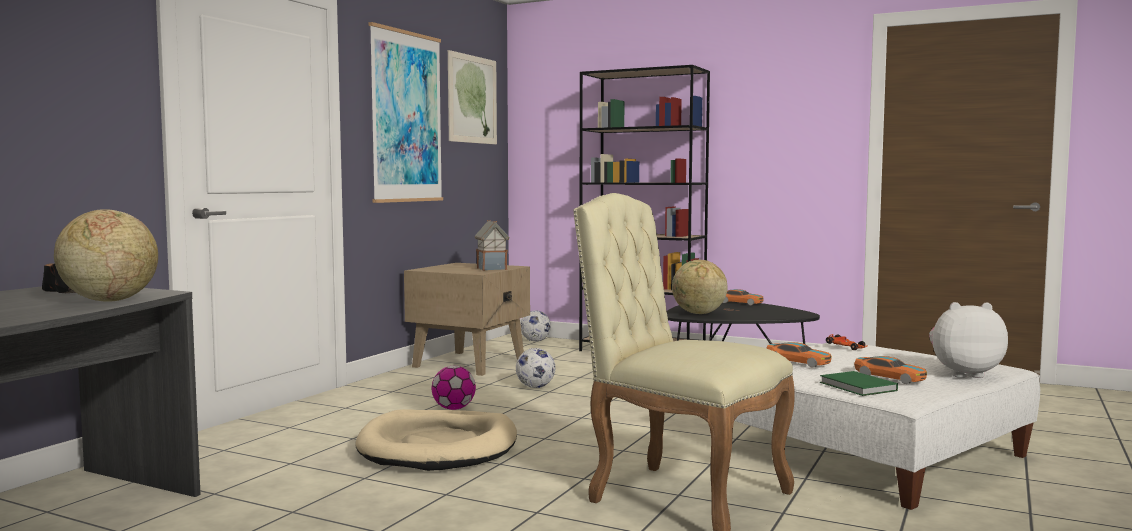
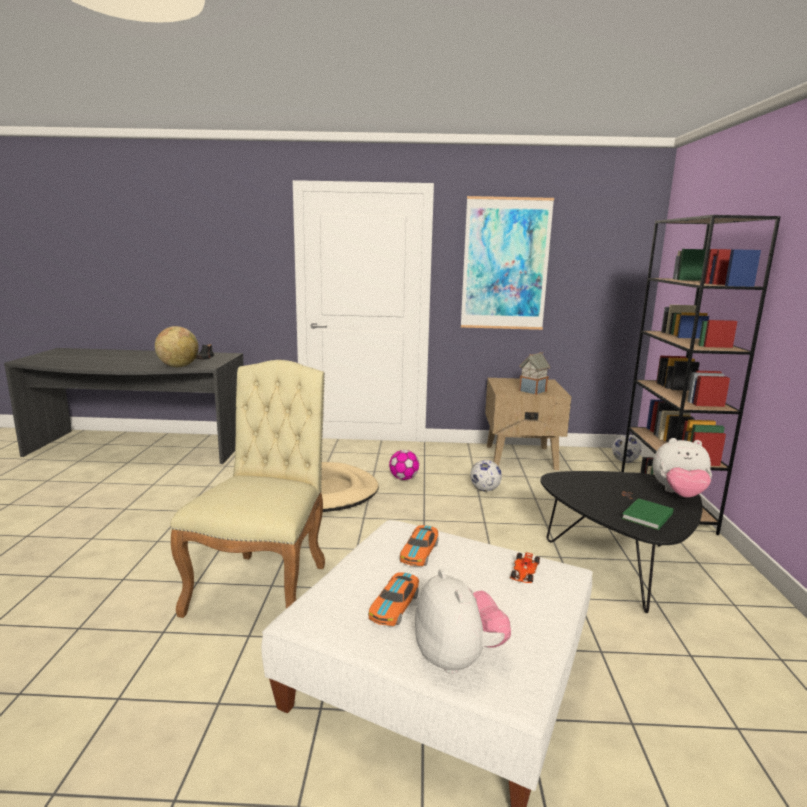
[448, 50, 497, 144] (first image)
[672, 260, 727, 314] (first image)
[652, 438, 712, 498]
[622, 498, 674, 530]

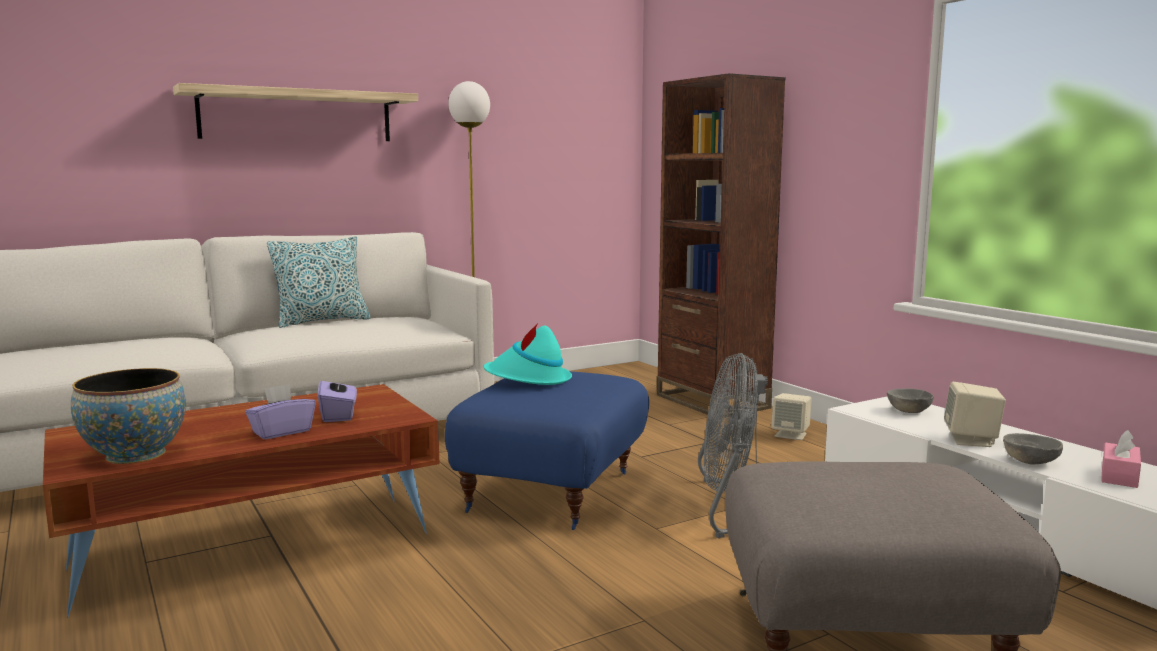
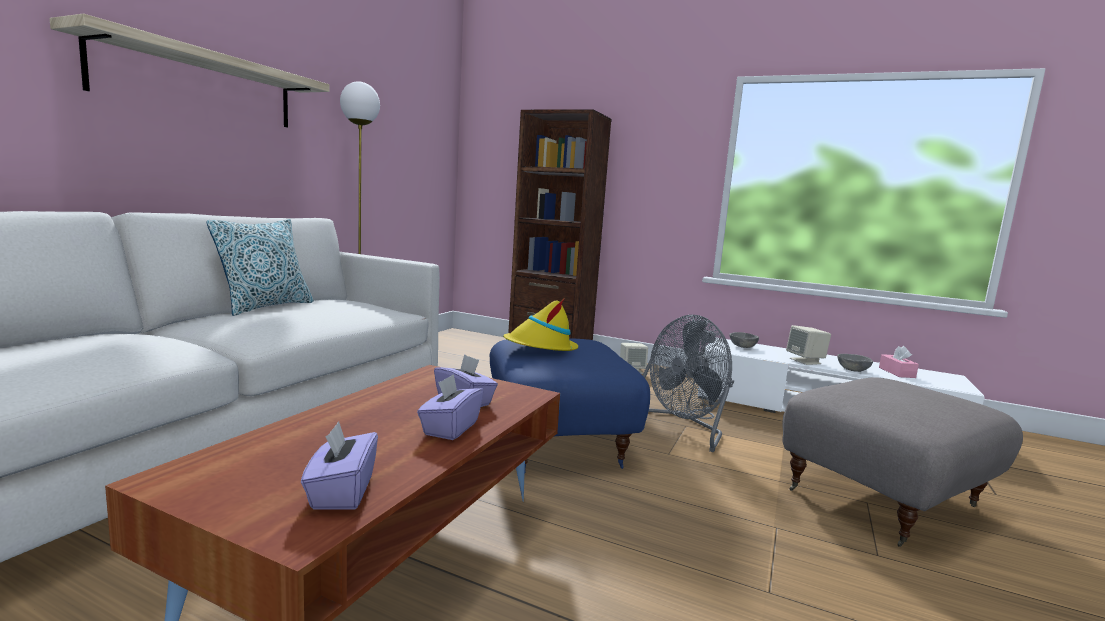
[503, 298, 578, 351]
[301, 421, 378, 510]

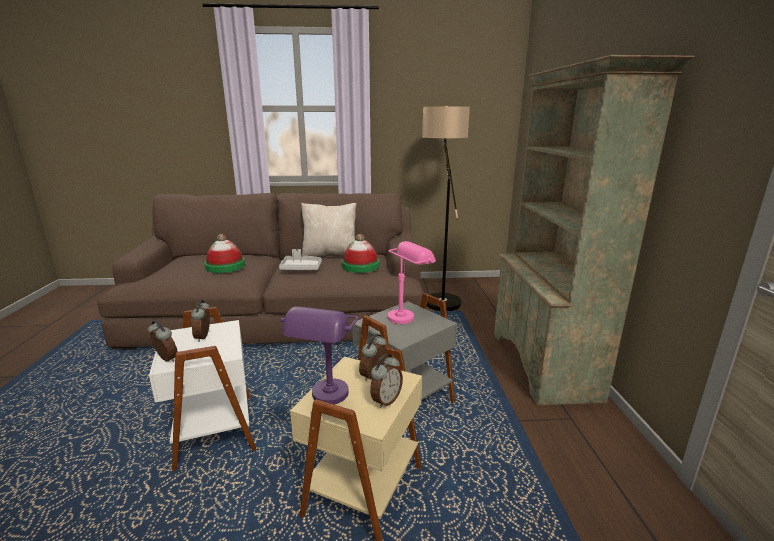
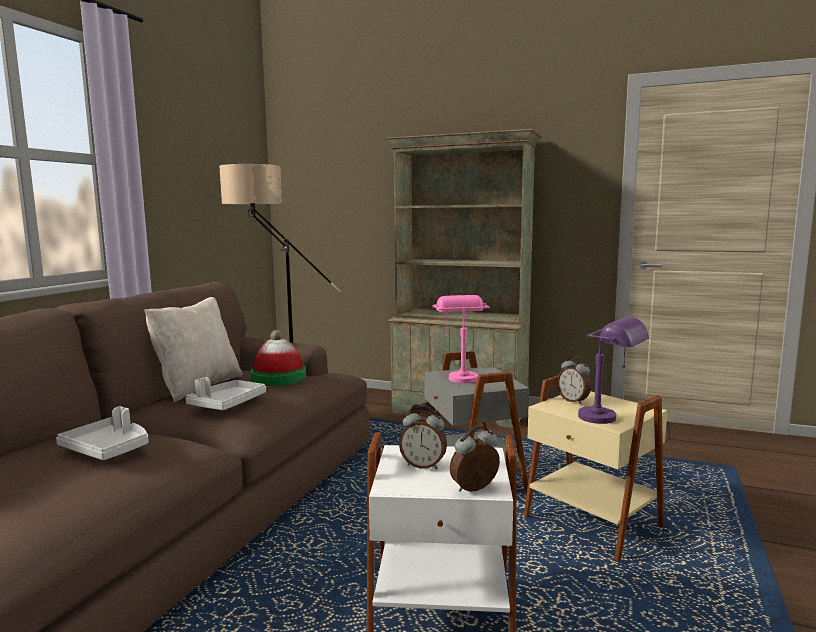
[56, 406, 149, 460]
[370, 354, 403, 408] (first image)

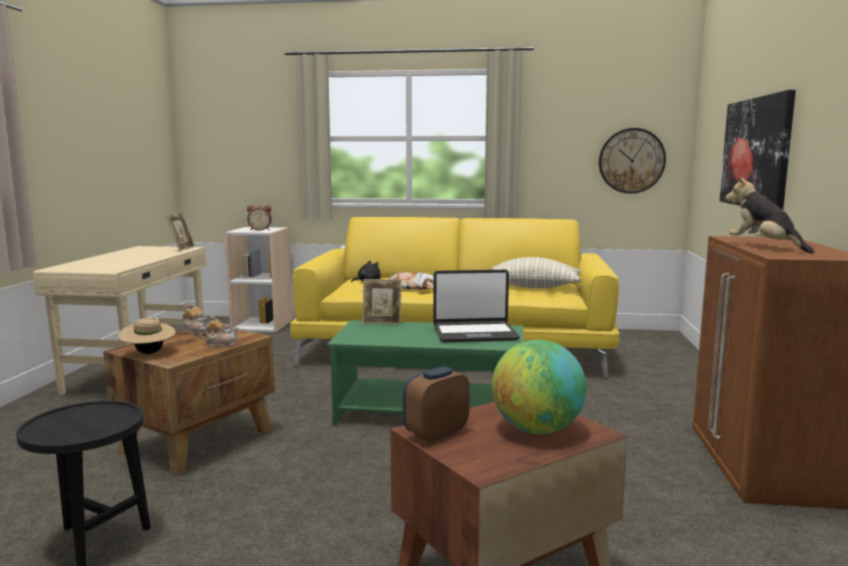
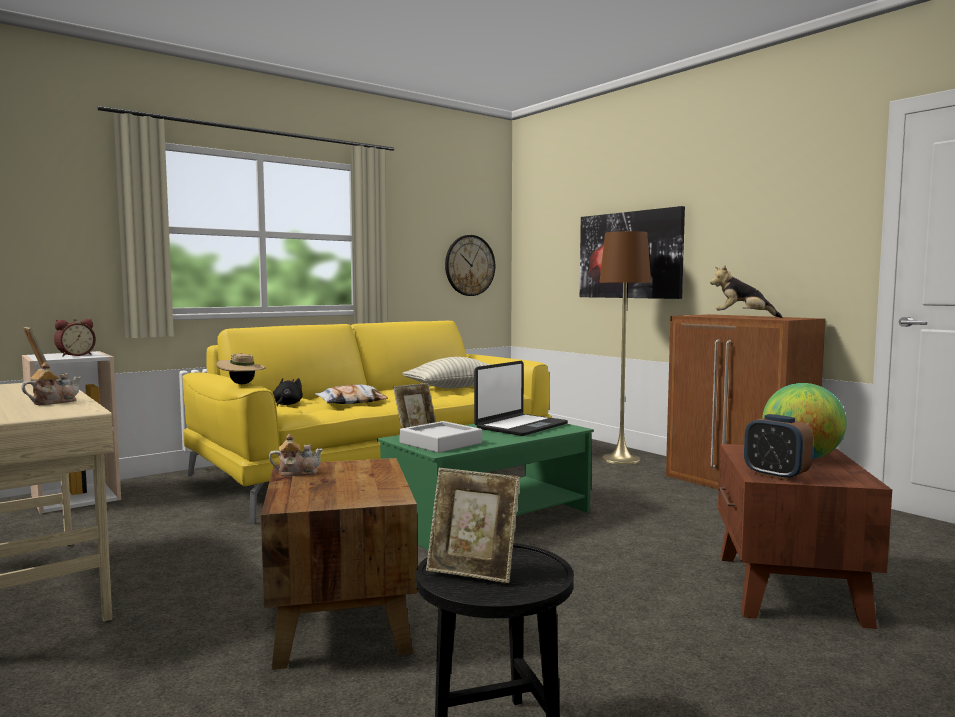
[21, 362, 82, 405]
[216, 353, 266, 384]
[744, 414, 813, 481]
[599, 231, 651, 465]
[399, 421, 482, 453]
[426, 468, 520, 583]

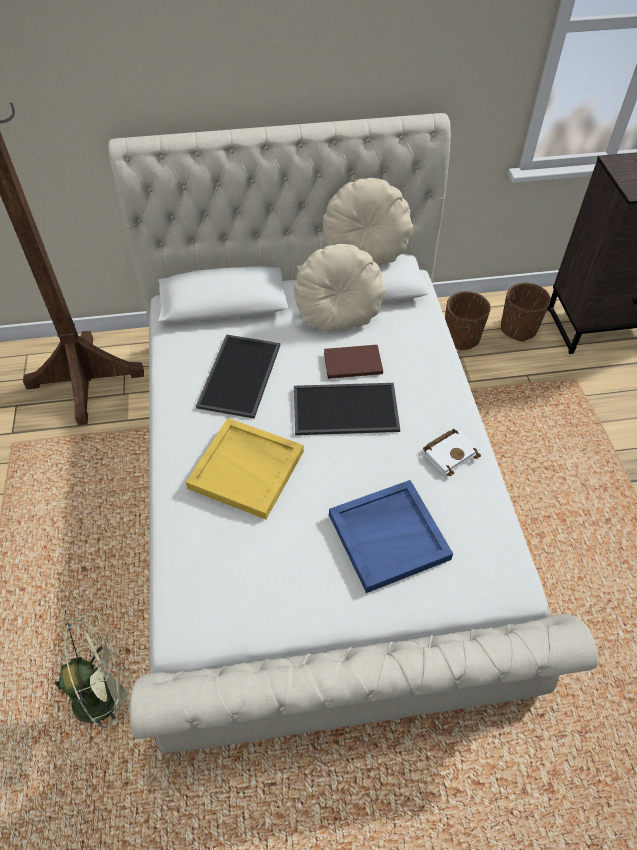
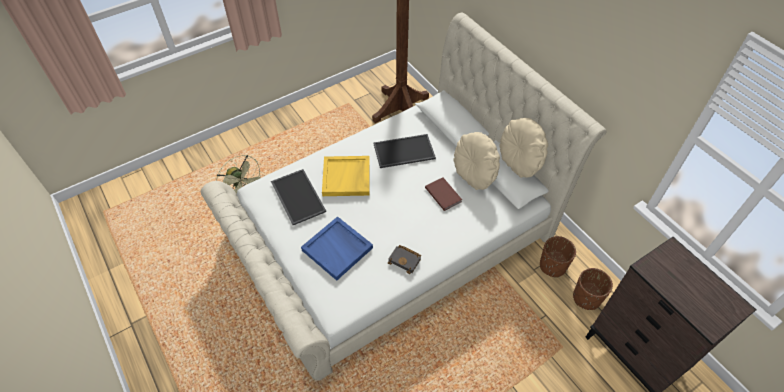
[271, 169, 326, 225]
[388, 245, 421, 274]

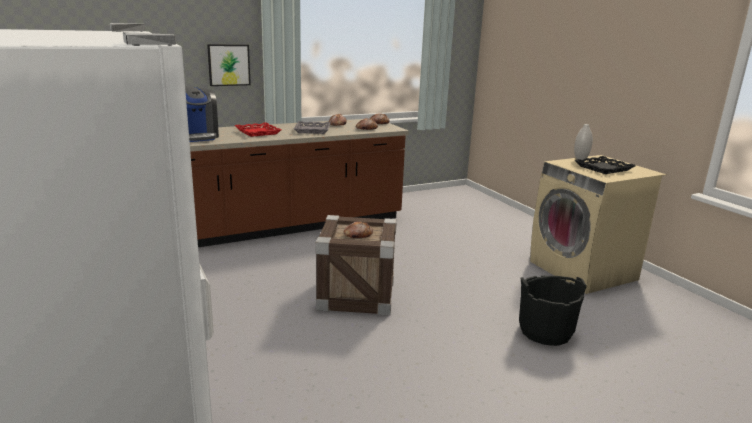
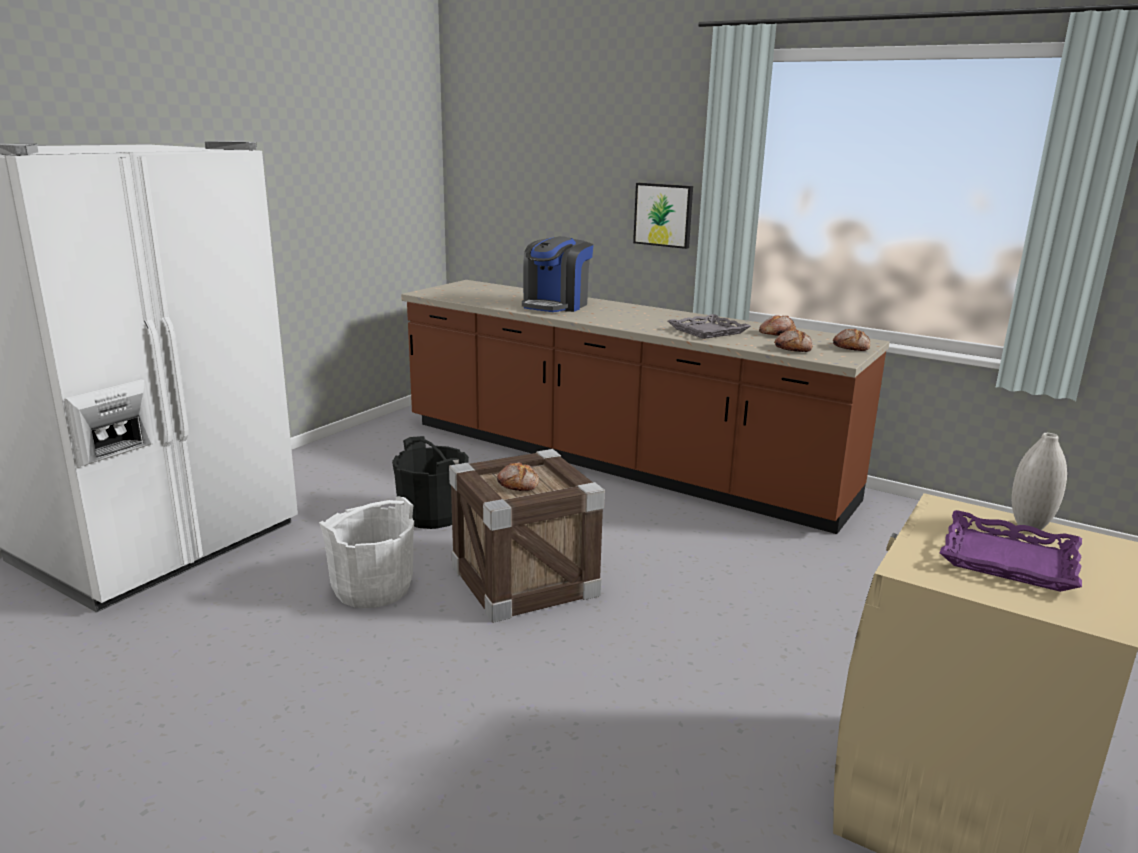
[235, 122, 281, 137] (first image)
[940, 510, 1082, 592]
[392, 436, 469, 529]
[319, 497, 414, 608]

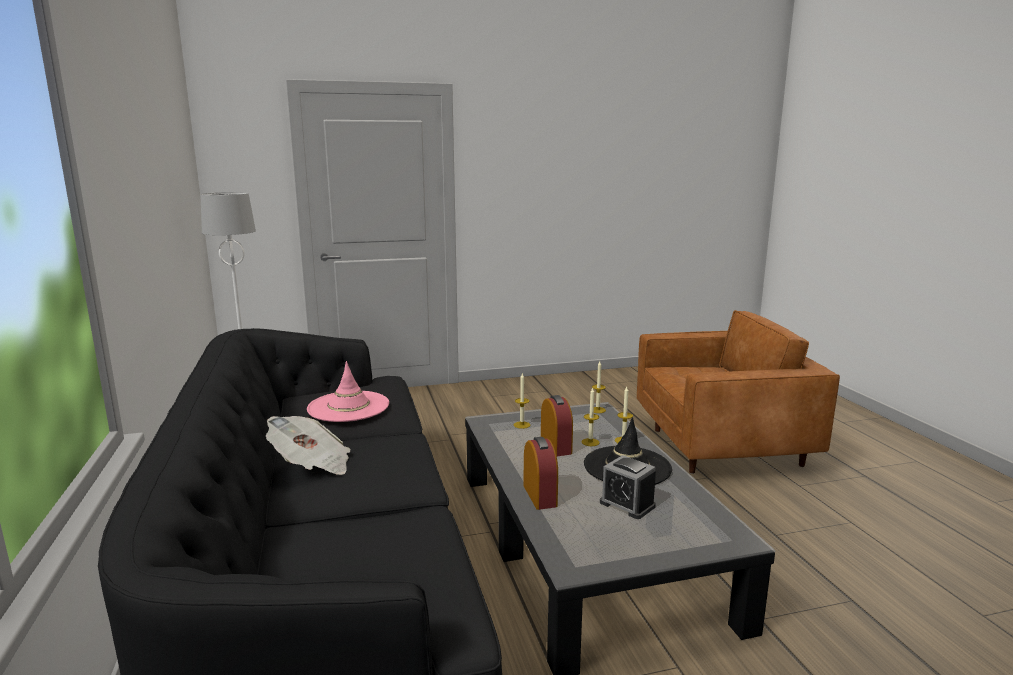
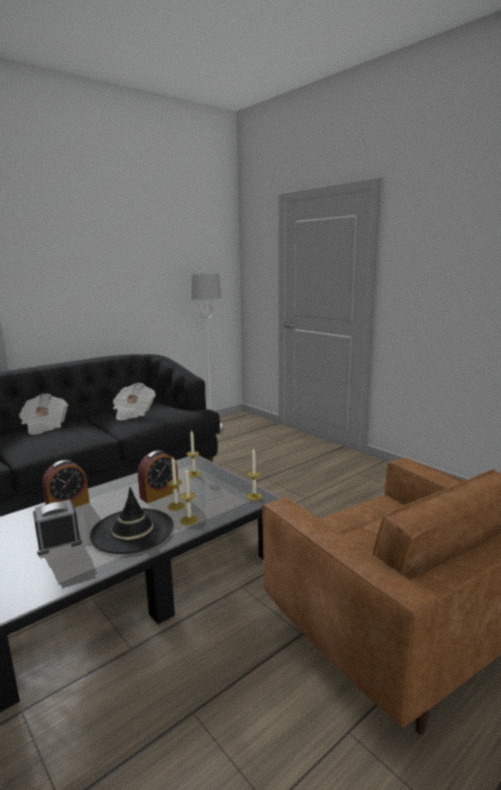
[113, 383, 156, 420]
[33, 500, 82, 555]

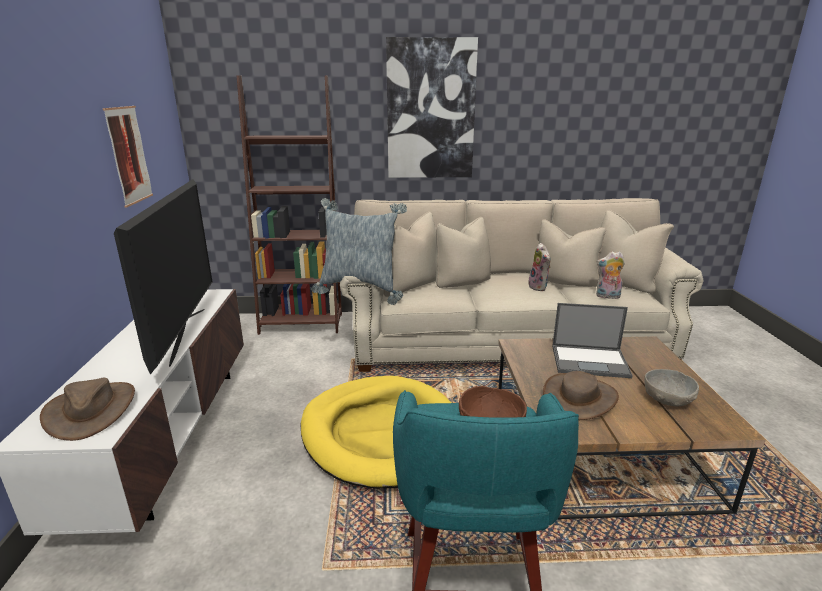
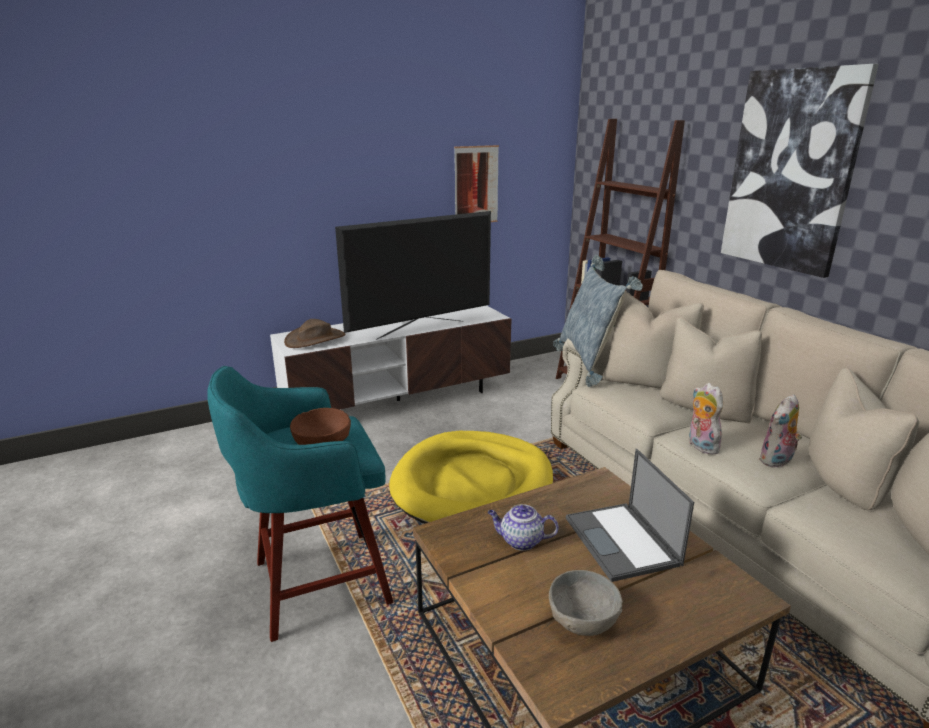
[689, 383, 723, 454]
[488, 504, 559, 551]

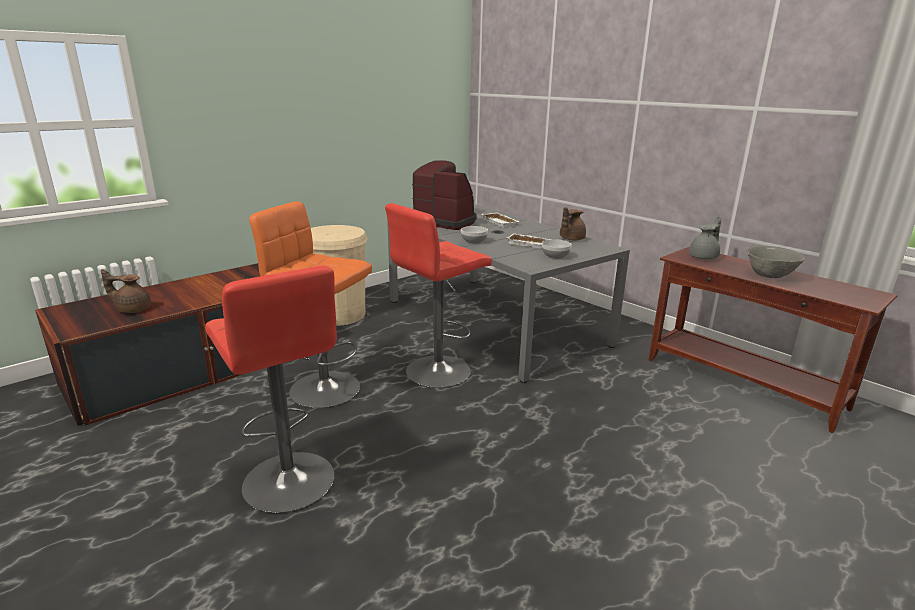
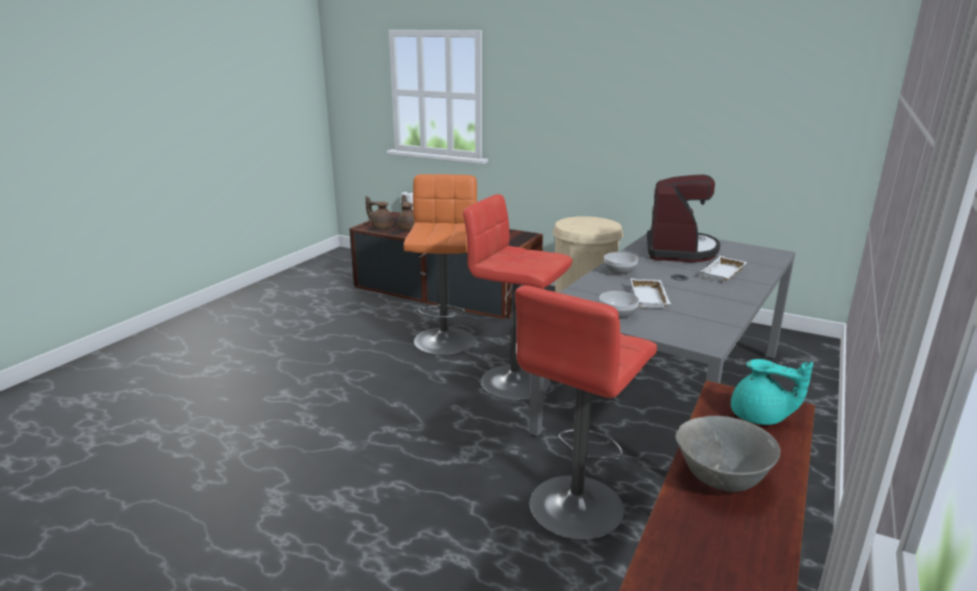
[365, 196, 394, 229]
[731, 359, 813, 425]
[515, 285, 657, 540]

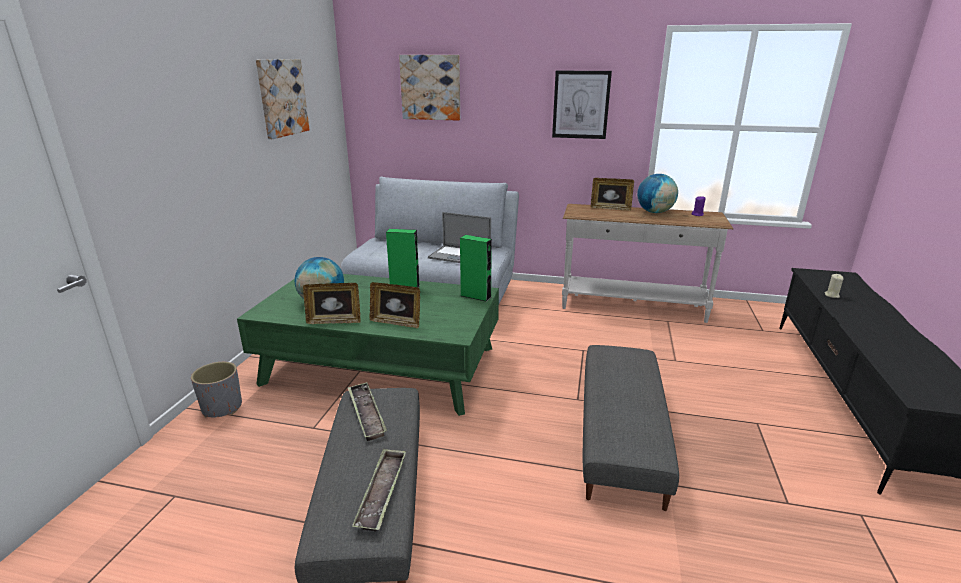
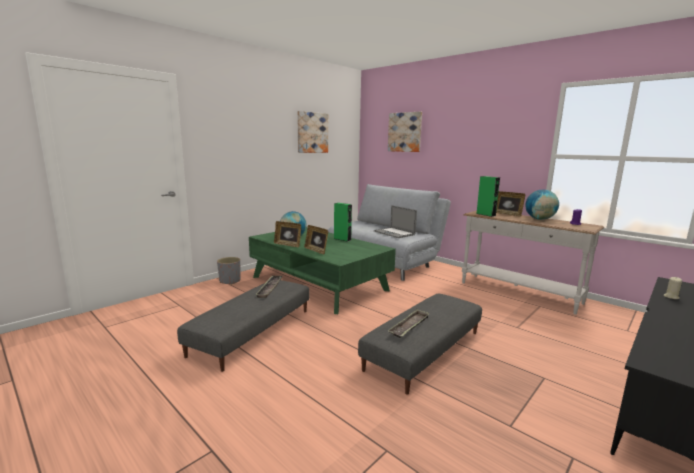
[552, 71, 612, 139] (first image)
[476, 176, 500, 217]
[388, 309, 430, 338]

